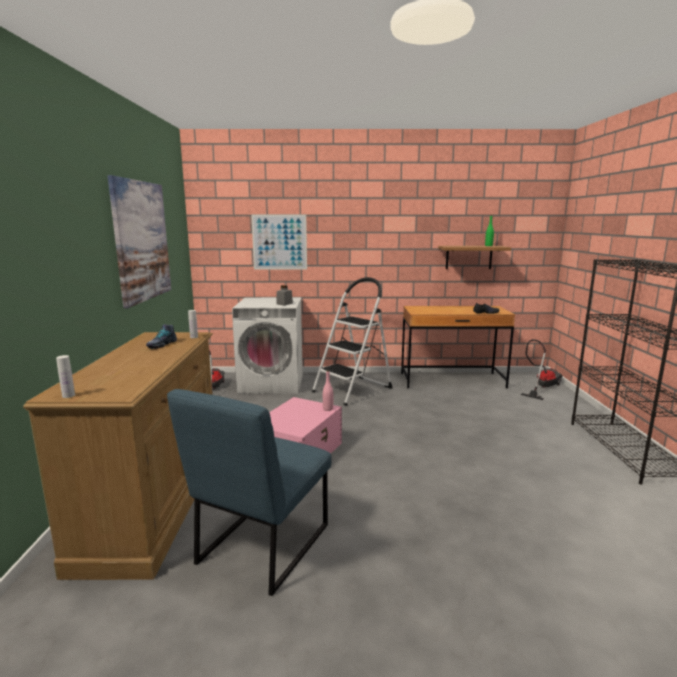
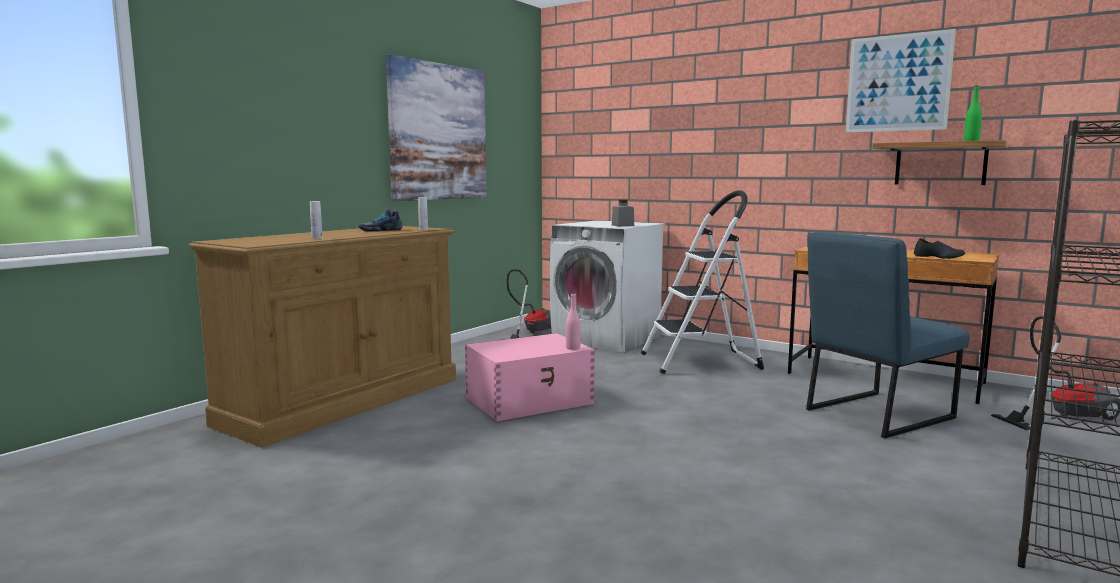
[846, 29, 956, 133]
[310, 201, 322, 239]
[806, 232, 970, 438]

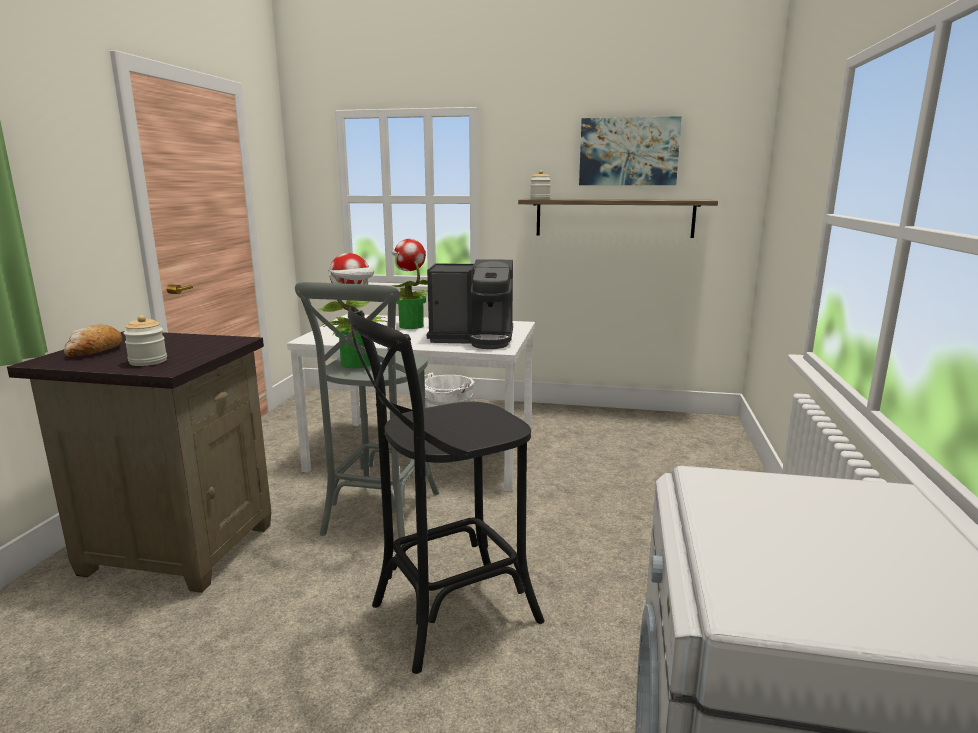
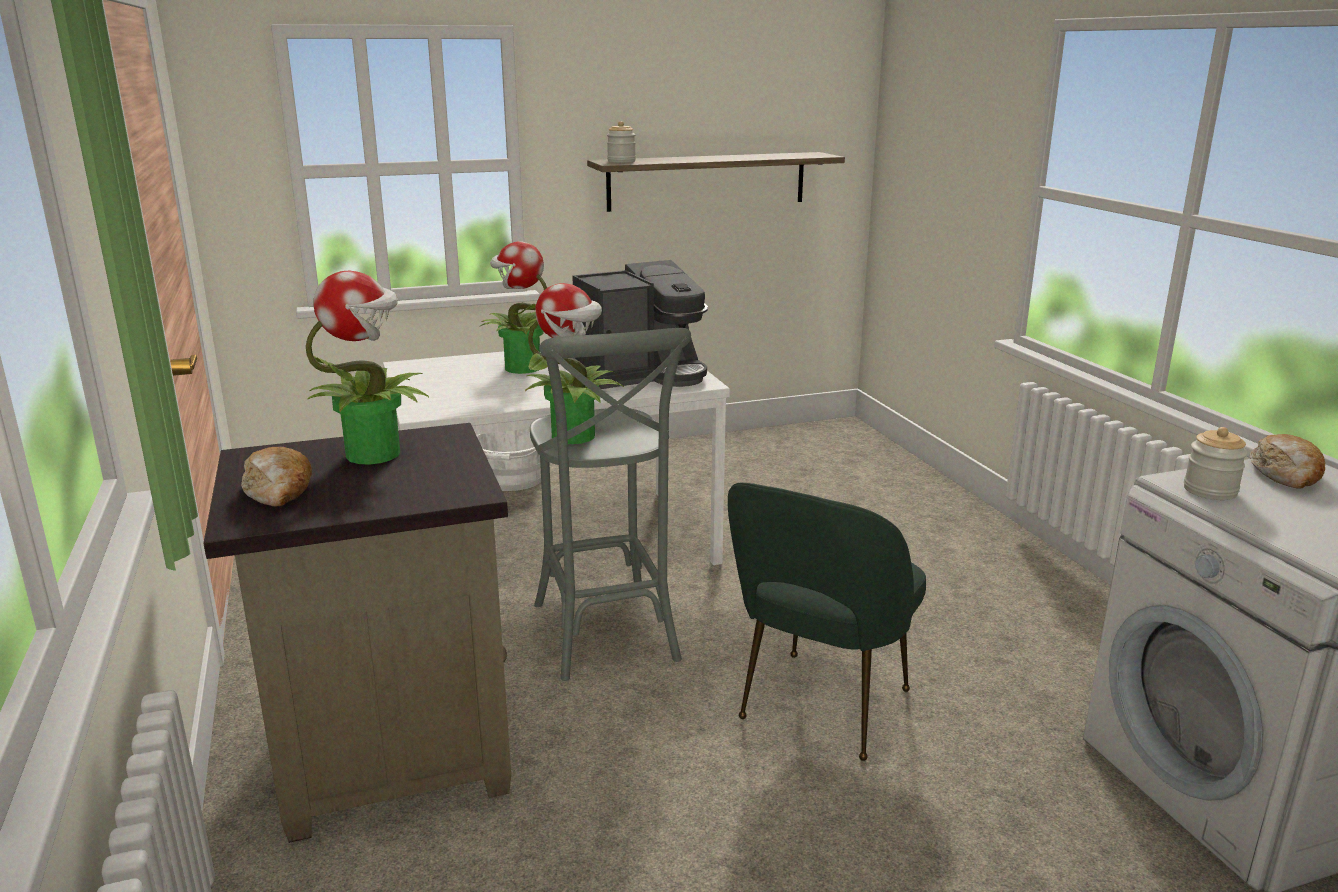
[579, 116, 682, 185] (first image)
[728, 483, 926, 761]
[1184, 427, 1248, 500]
[306, 271, 429, 464]
[1250, 434, 1325, 489]

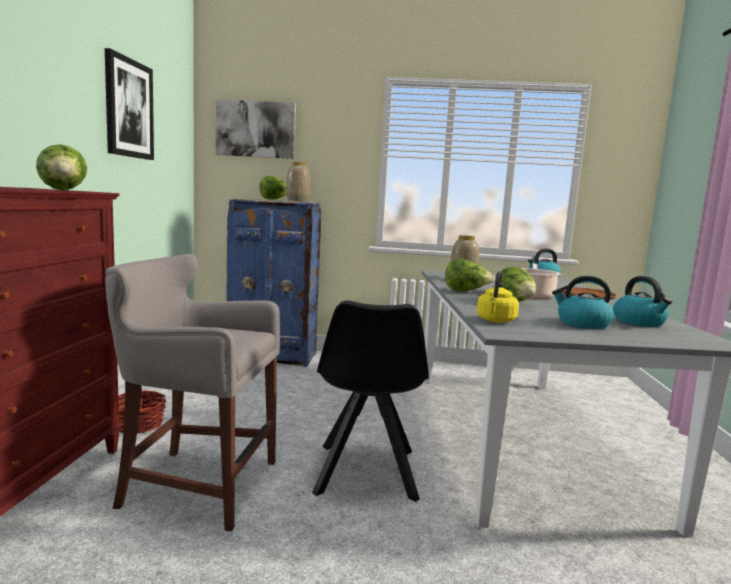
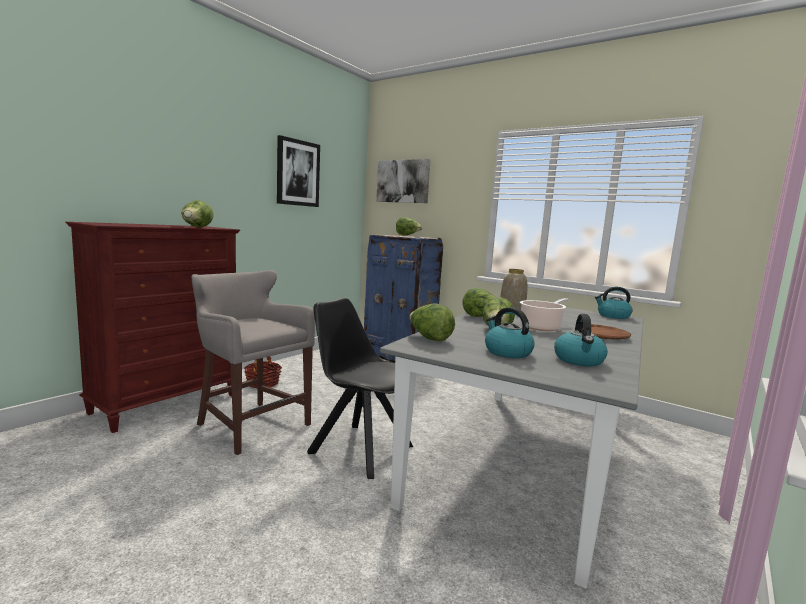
[286, 162, 310, 202] (first image)
[410, 304, 455, 341]
[307, 298, 413, 479]

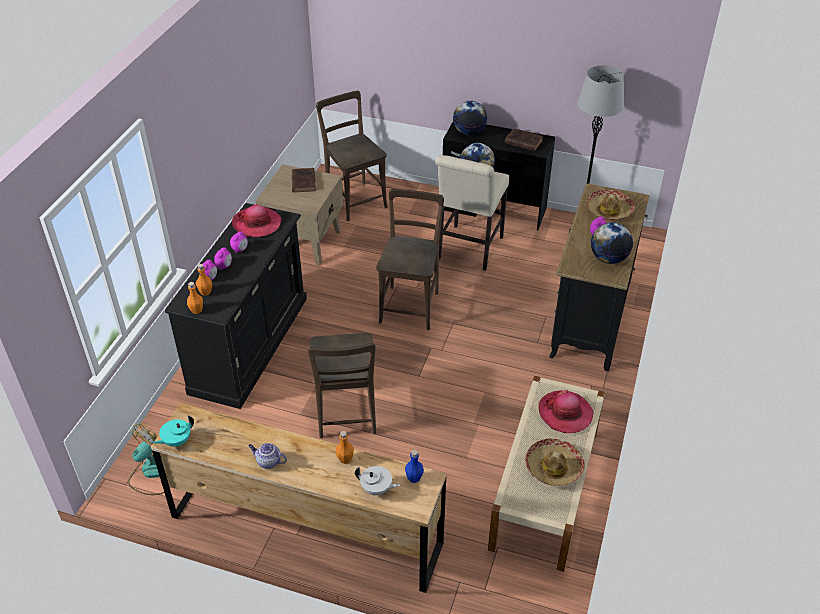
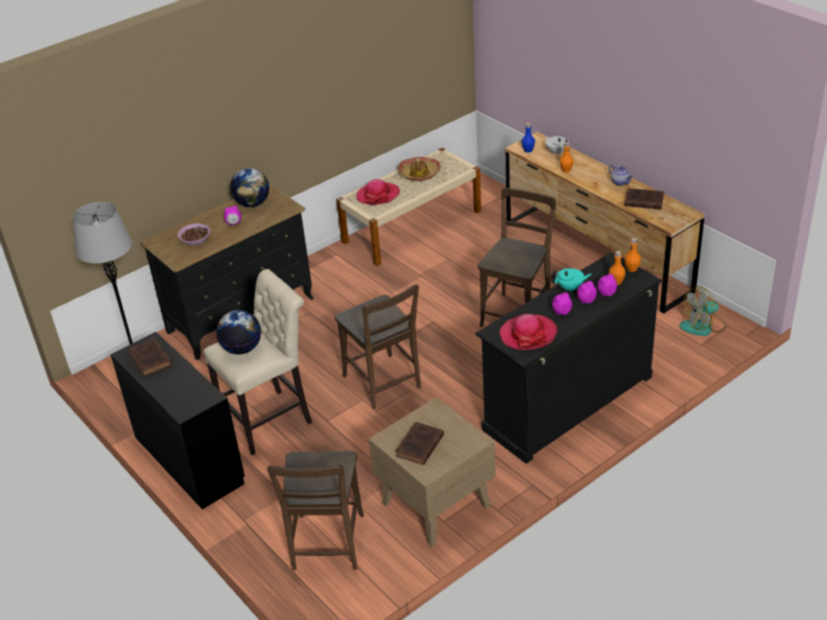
[453, 101, 487, 135] (first image)
[335, 284, 421, 409]
[178, 223, 210, 245]
[551, 268, 591, 293]
[625, 188, 664, 209]

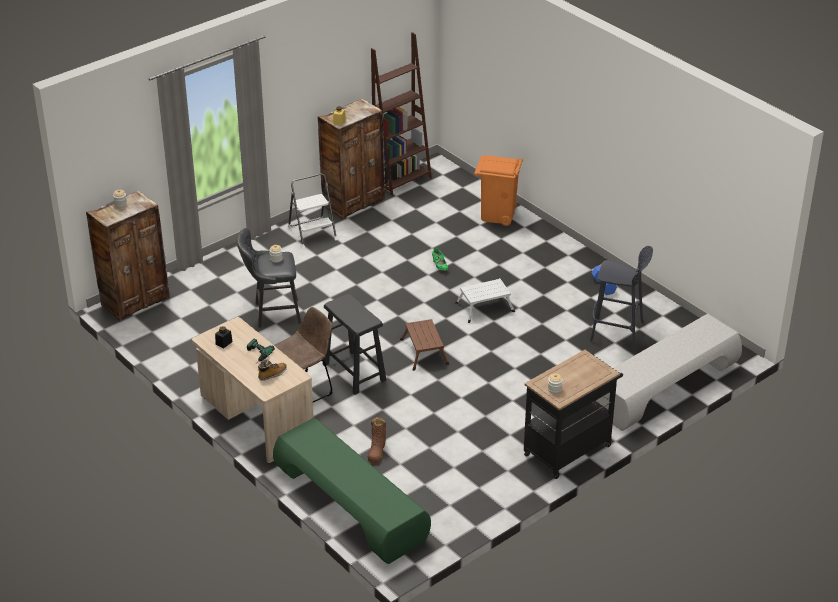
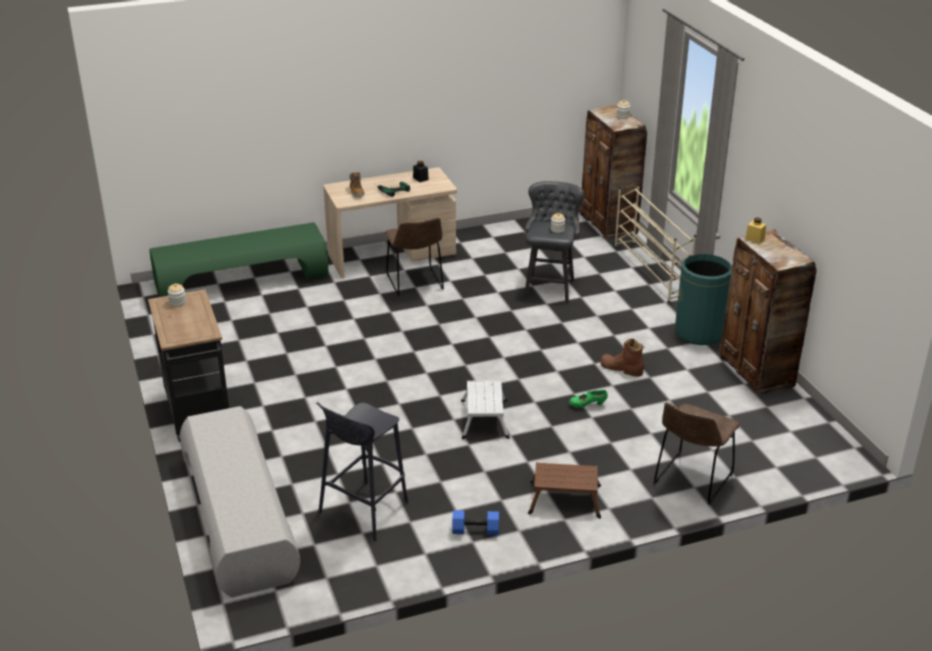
[371, 32, 432, 196] (first image)
[654, 402, 740, 505]
[675, 254, 732, 345]
[323, 294, 387, 395] (first image)
[528, 462, 601, 519]
[600, 339, 644, 377]
[614, 184, 696, 303]

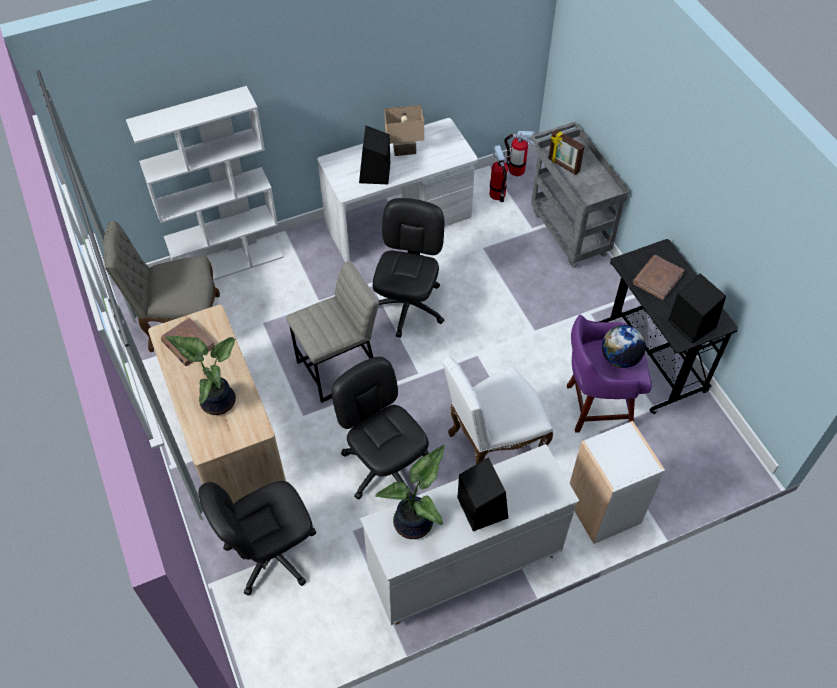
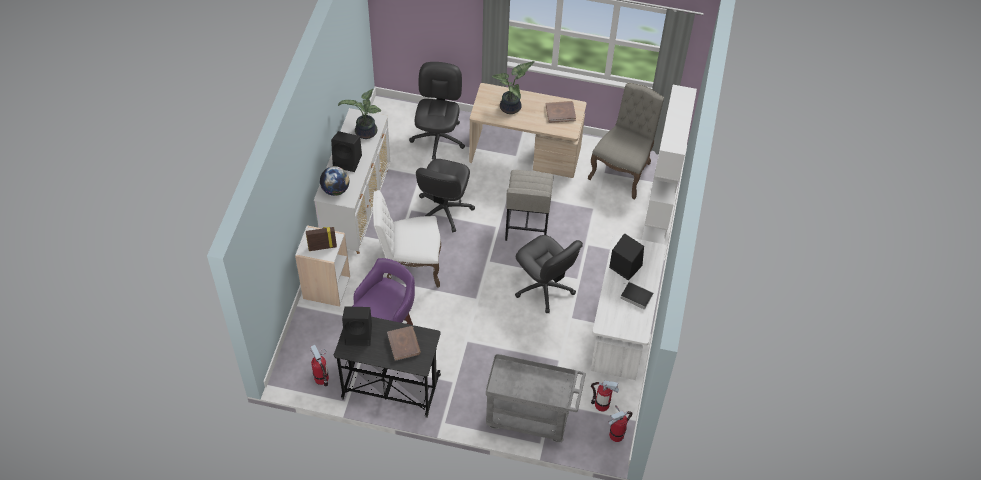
[621, 282, 653, 309]
[306, 227, 337, 251]
[320, 166, 349, 196]
[373, 190, 441, 288]
[416, 159, 475, 232]
[310, 345, 329, 387]

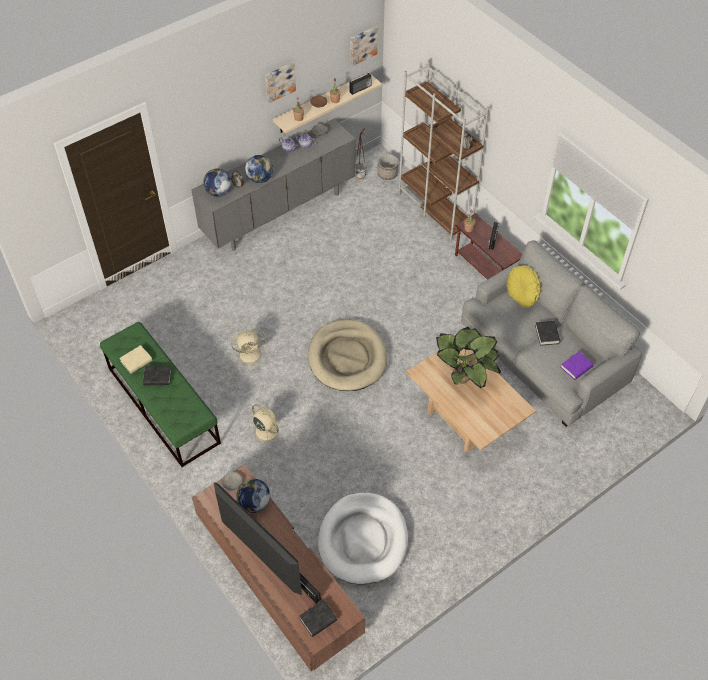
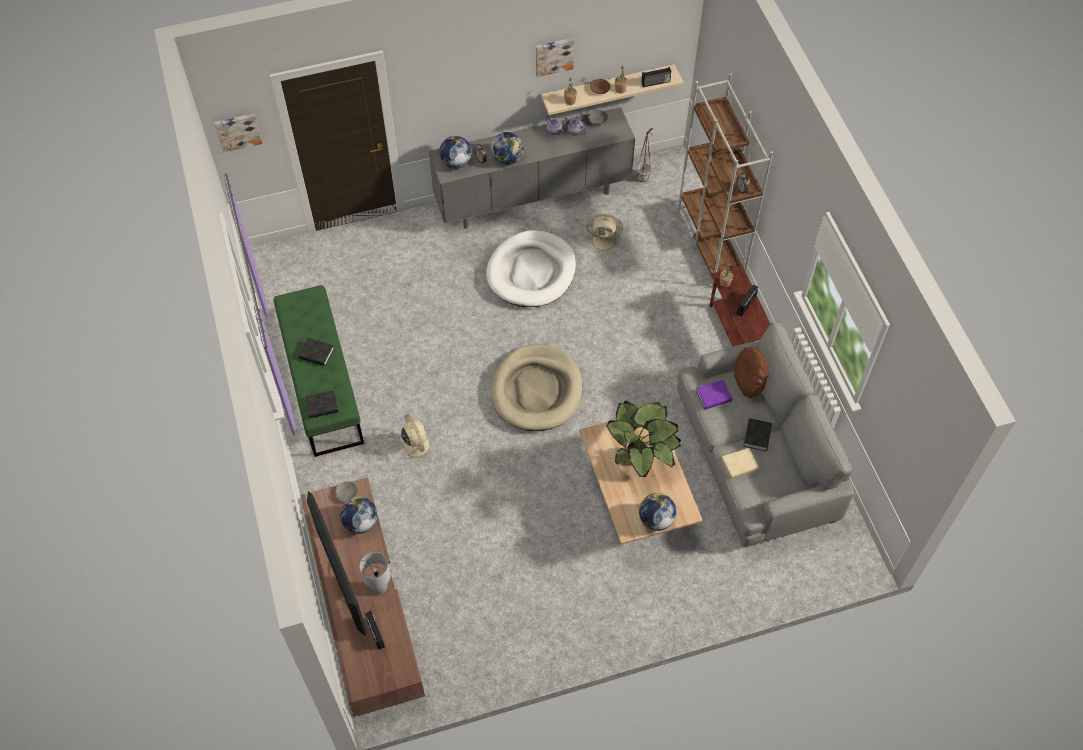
[214, 113, 262, 152]
[377, 154, 399, 180] (first image)
[734, 347, 768, 398]
[585, 214, 623, 255]
[721, 448, 759, 479]
[696, 380, 732, 409]
[486, 230, 576, 307]
[305, 390, 339, 418]
[639, 493, 677, 531]
[360, 552, 391, 594]

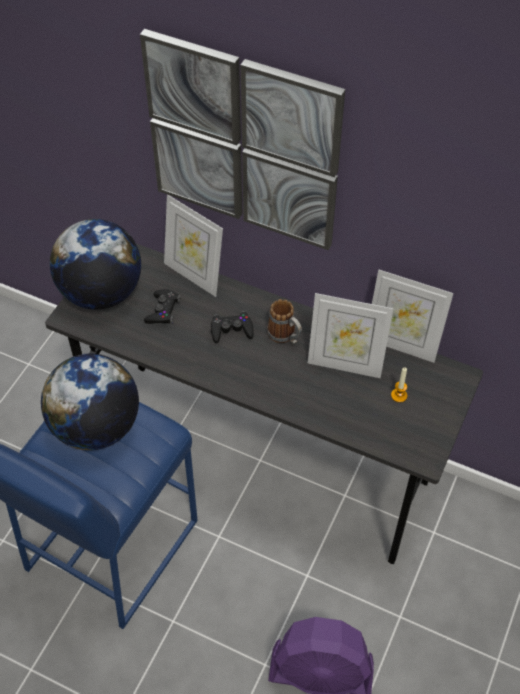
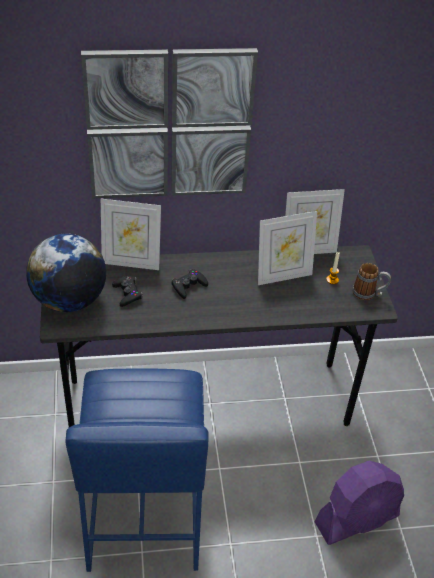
[352, 263, 391, 300]
[41, 354, 139, 450] (first image)

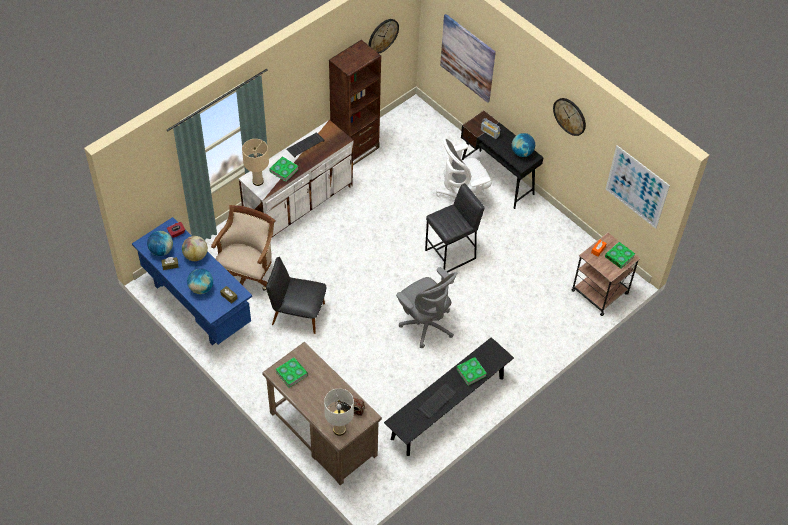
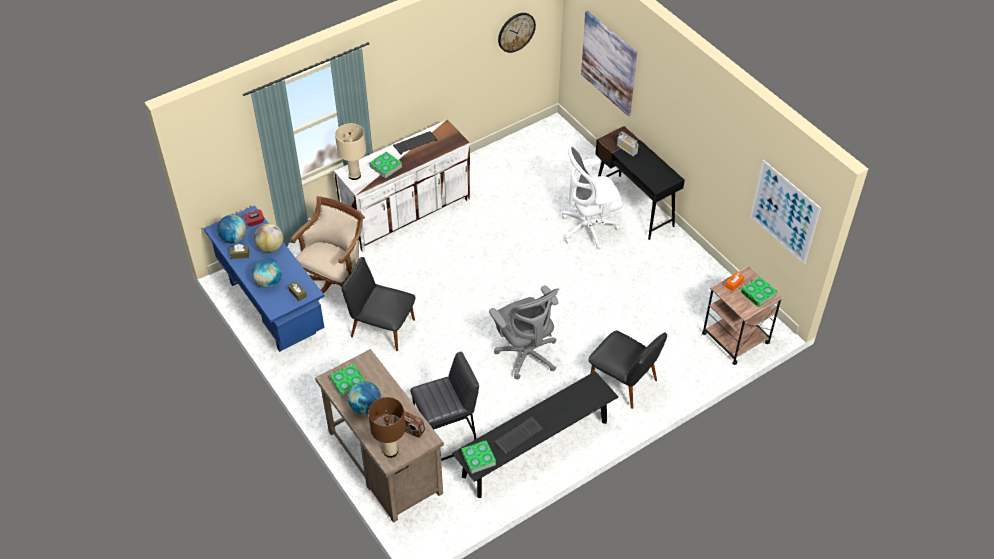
[329, 40, 381, 165] (first image)
[553, 98, 586, 136] (first image)
[348, 381, 381, 414]
[410, 351, 479, 461]
[461, 440, 496, 474]
[368, 397, 405, 458]
[588, 331, 667, 409]

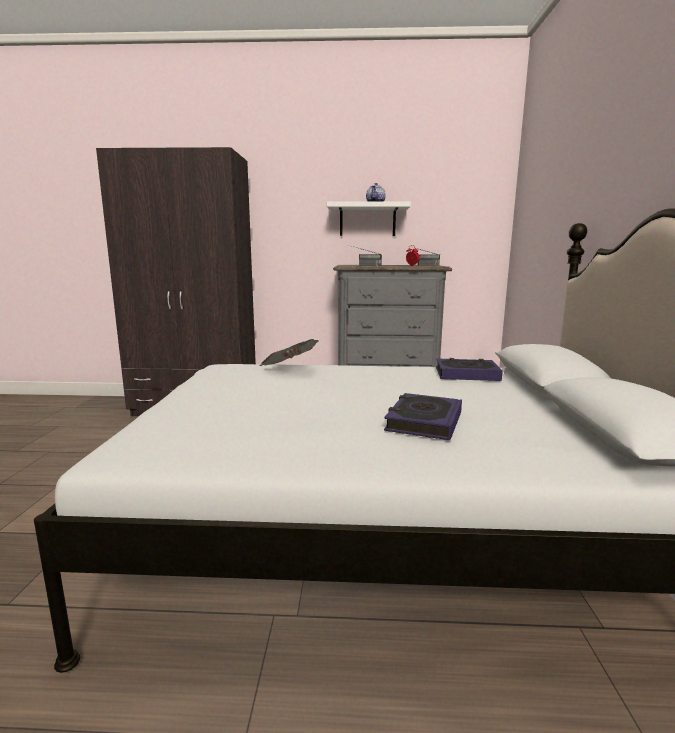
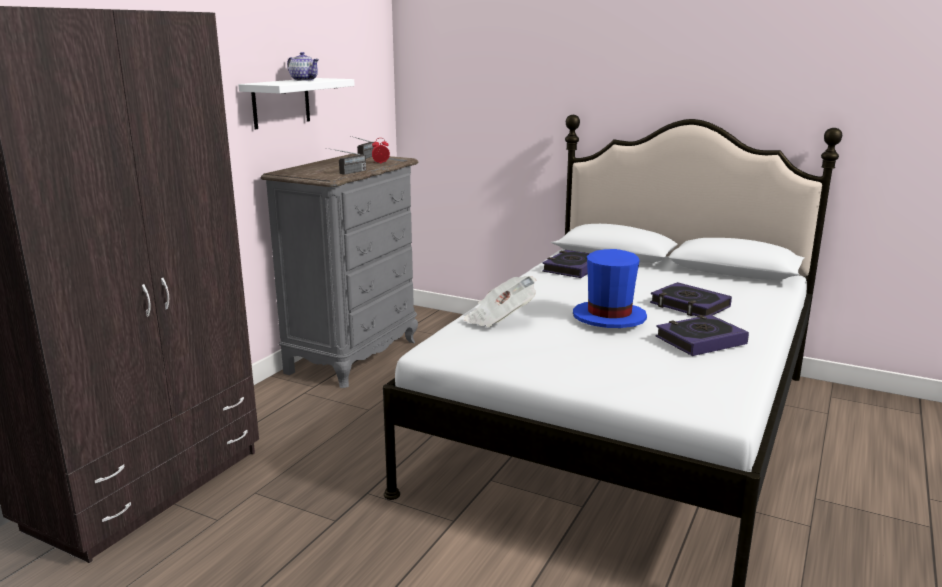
[573, 249, 647, 328]
[656, 315, 749, 356]

